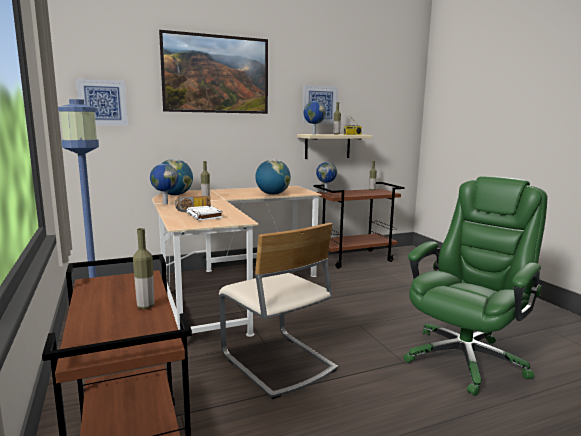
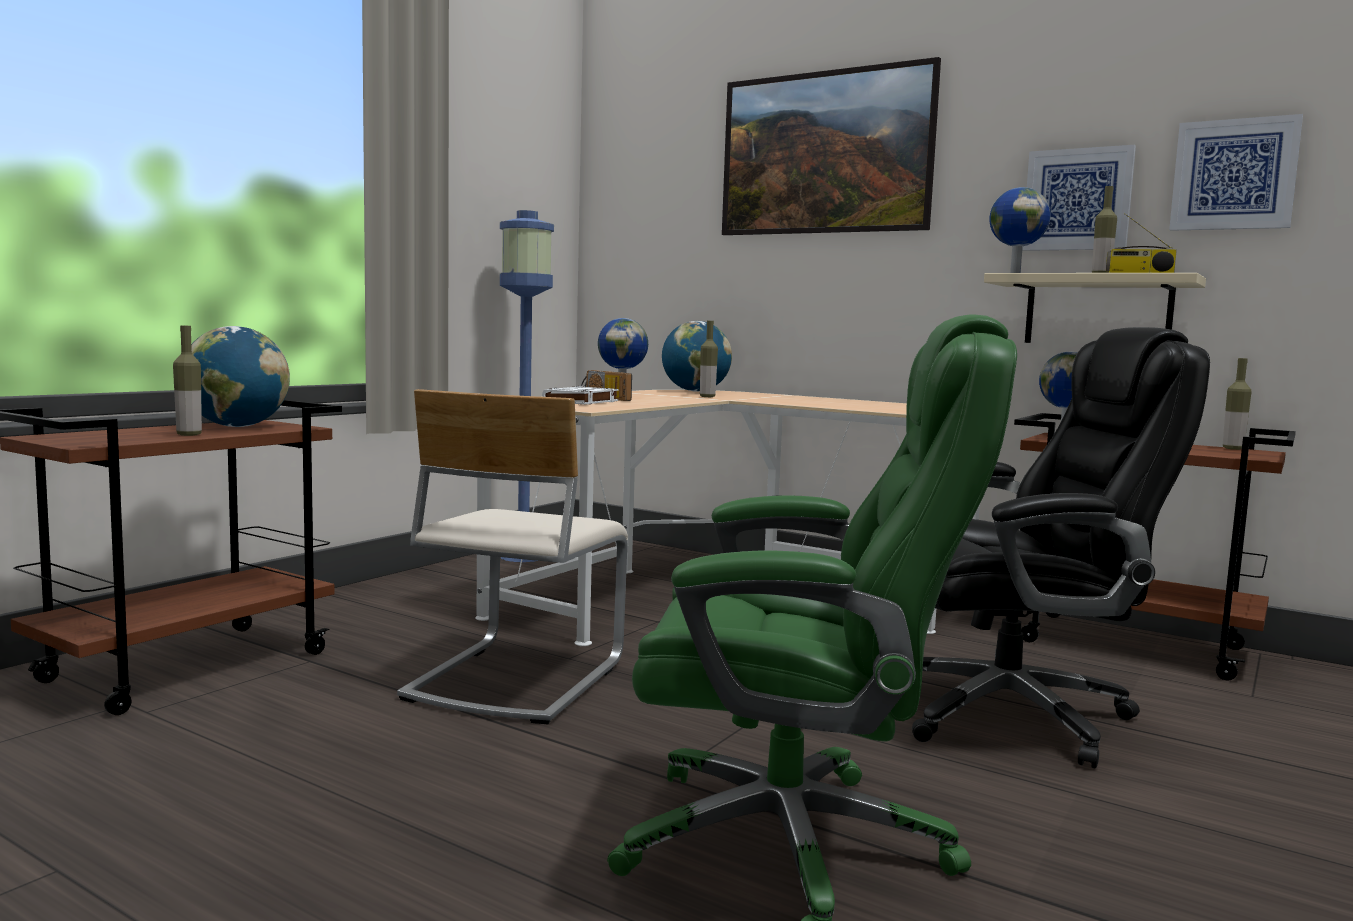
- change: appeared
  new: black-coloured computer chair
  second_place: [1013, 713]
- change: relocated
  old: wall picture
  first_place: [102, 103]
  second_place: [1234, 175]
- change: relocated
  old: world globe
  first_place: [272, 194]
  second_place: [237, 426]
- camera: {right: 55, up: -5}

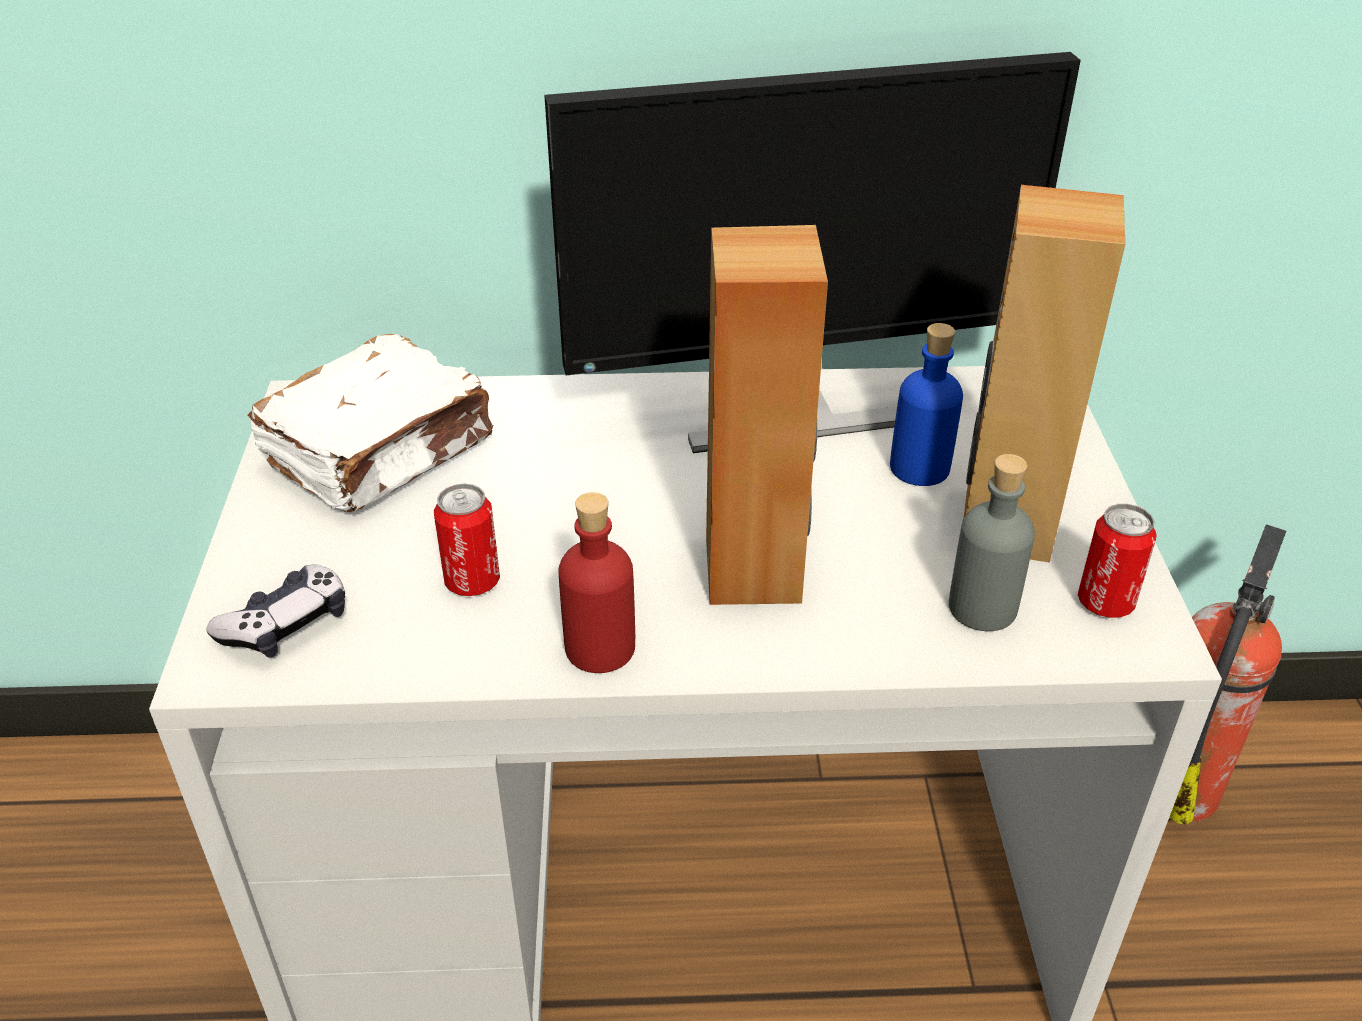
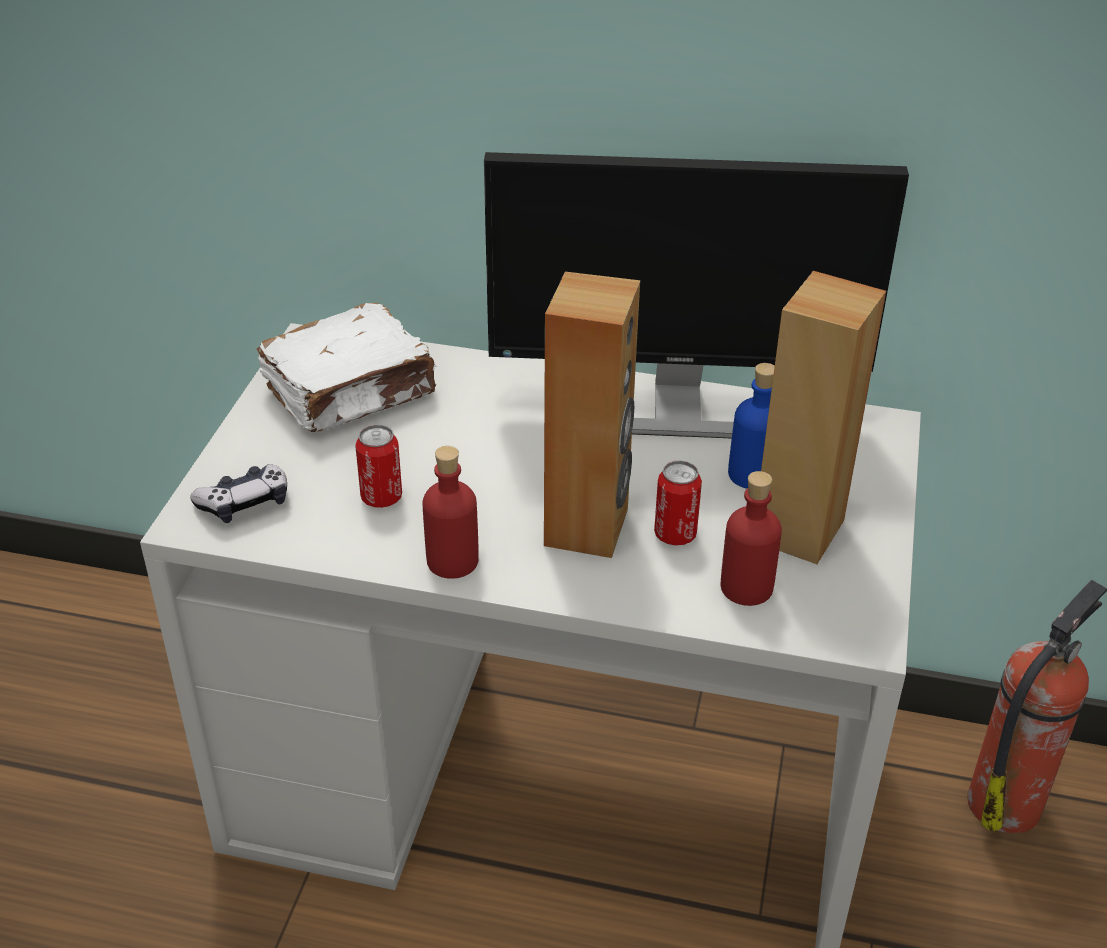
- change: relocated
  old: sealed can
  first_place: [1105, 602]
  second_place: [675, 534]
- change: colour
  old: greyish bottle
  new: reddish bottle
  first_place: [982, 608]
  second_place: [746, 587]
- camera: {right: 15, up: 0}

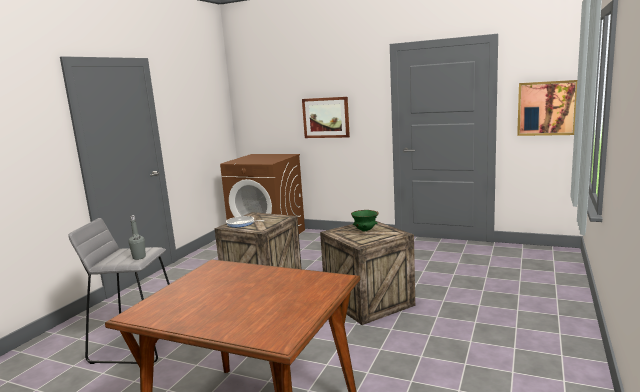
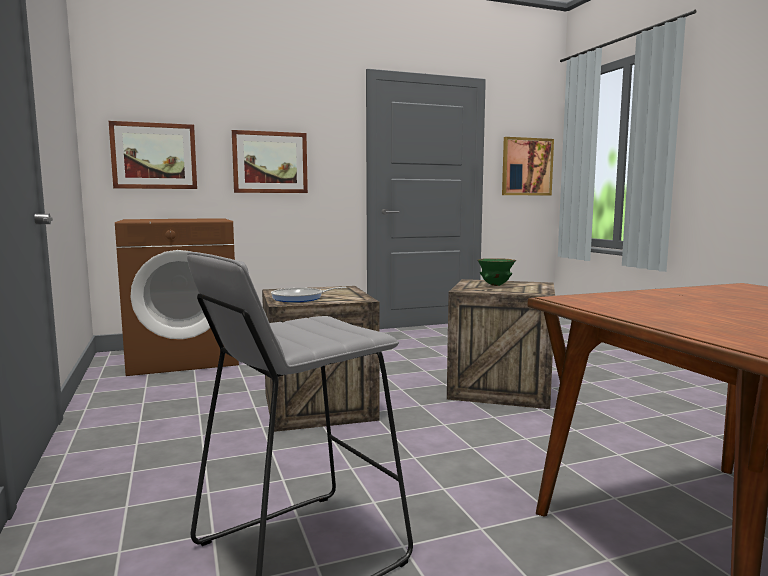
- change: missing
  old: greyish bottle
  first_place: [139, 257]
- change: appeared
  new: wall picture
  second_place: [154, 156]
- camera: {right: -45, up: -5}

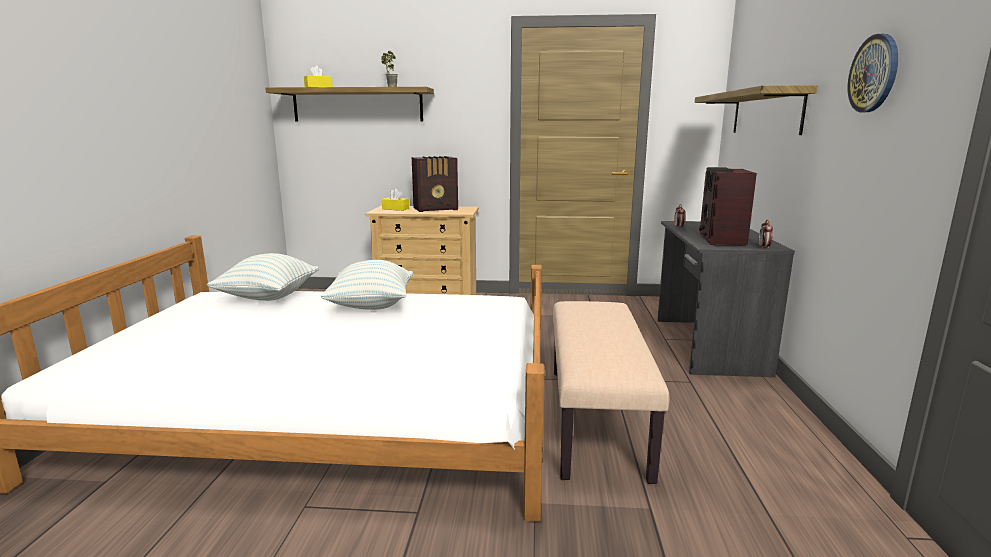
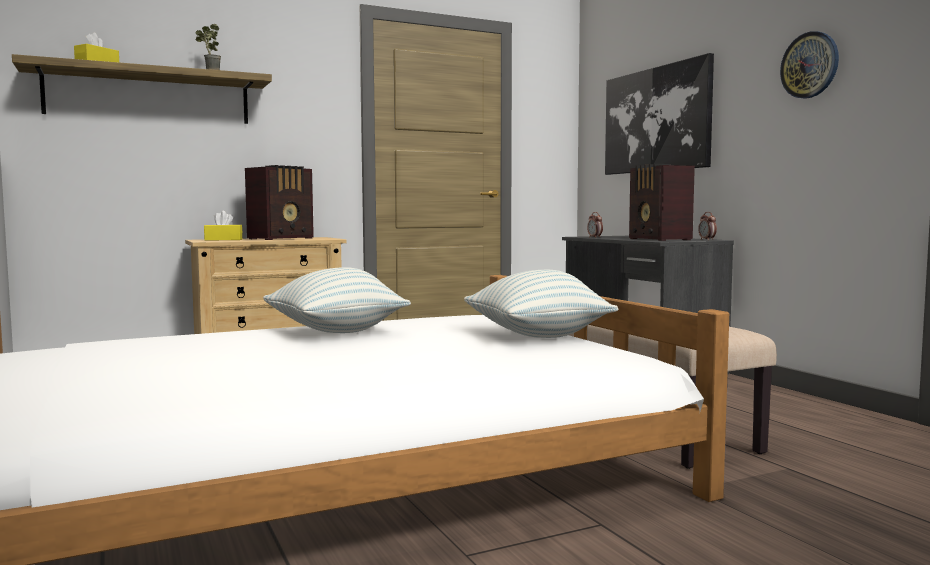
- change: relocated
  old: cushion
  first_place: [268, 297]
  second_place: [537, 336]
- change: exchanged
  old: wall shelf
  new: wall picture
  first_place: [765, 113]
  second_place: [656, 120]
- camera: {right: -30, up: -10}

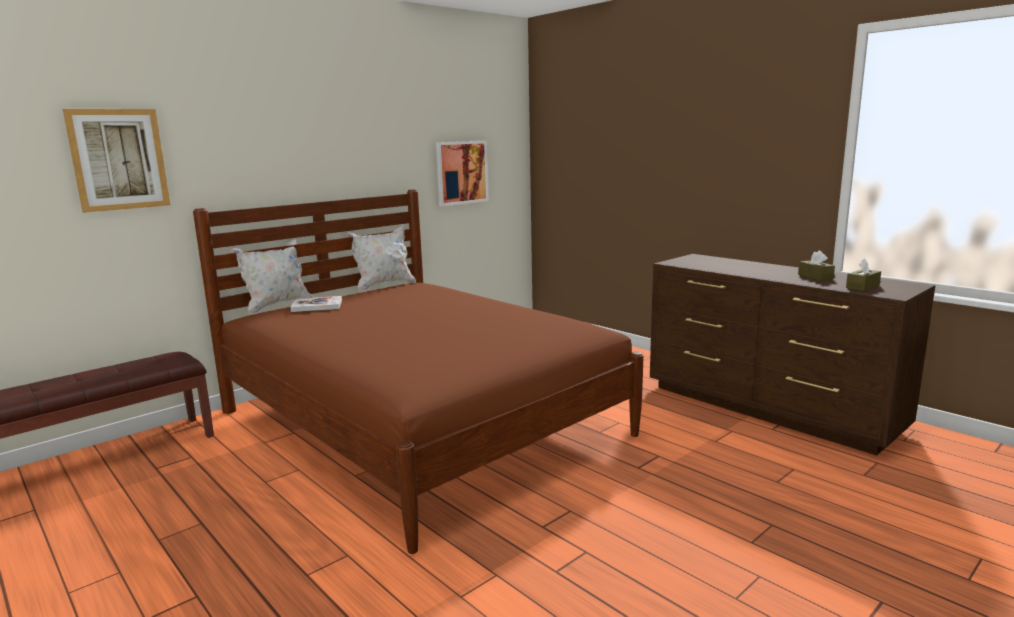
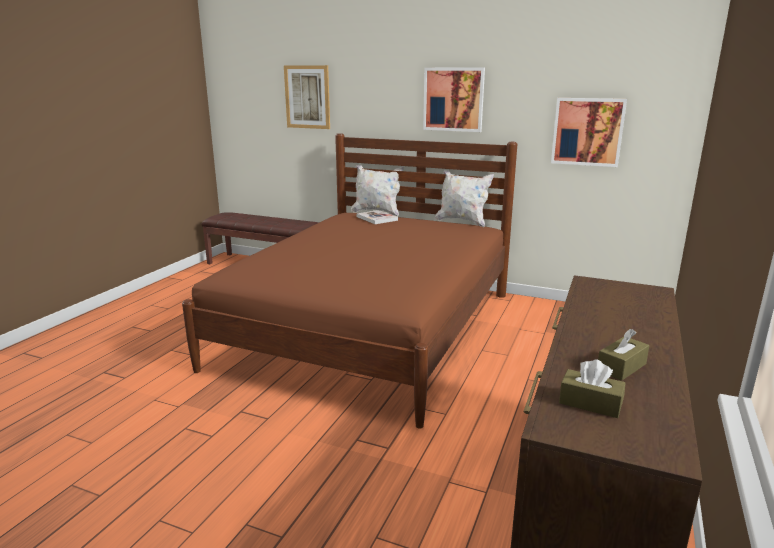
- change: appeared
  new: wall picture
  second_place: [453, 99]
- camera: {right: 65, up: 5}

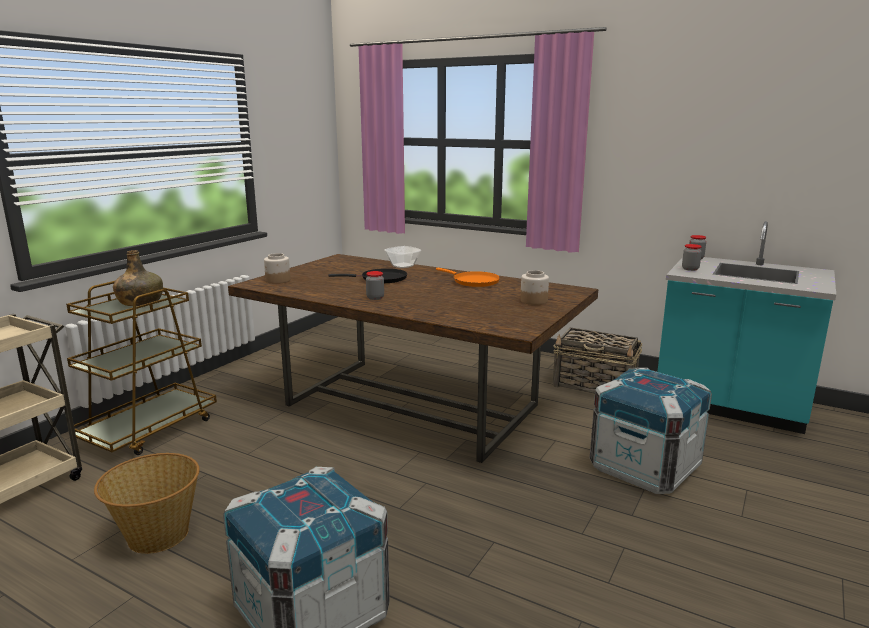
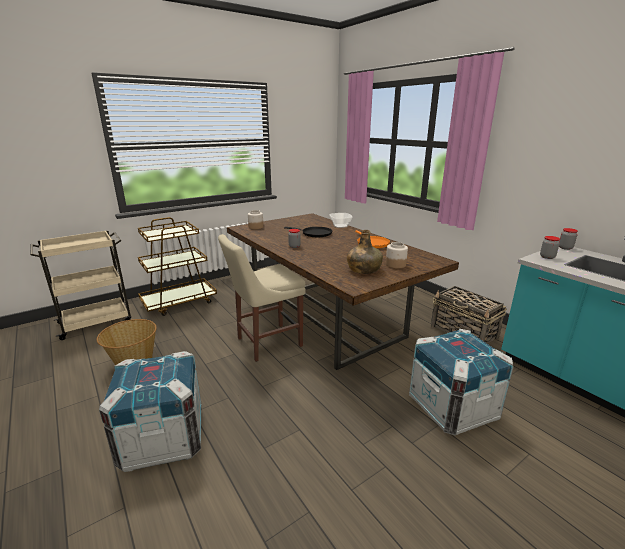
- change: appeared
  new: beige upright chair
  second_place: [266, 342]
- change: relocated
  old: green bottle
  first_place: [140, 302]
  second_place: [363, 270]
- camera: {right: 25, up: 5}

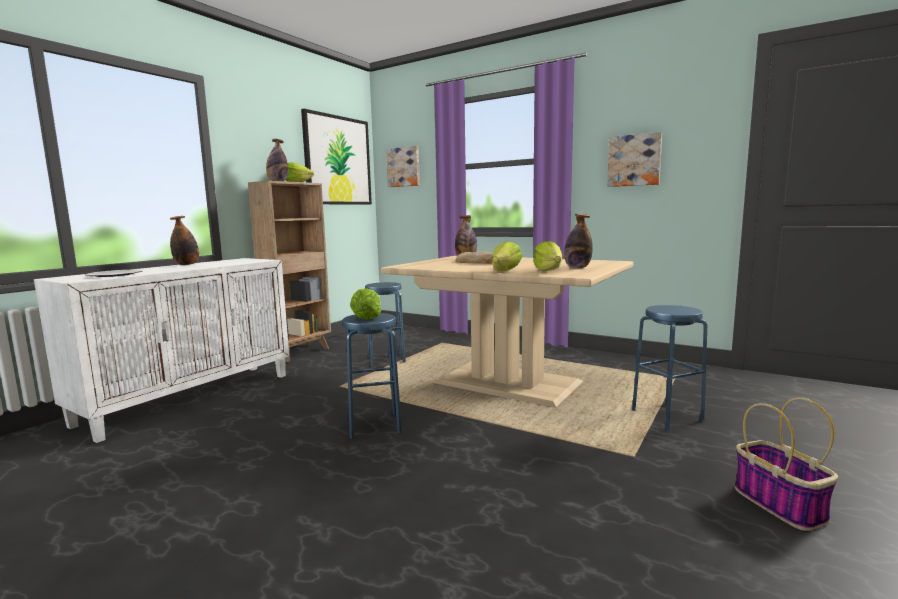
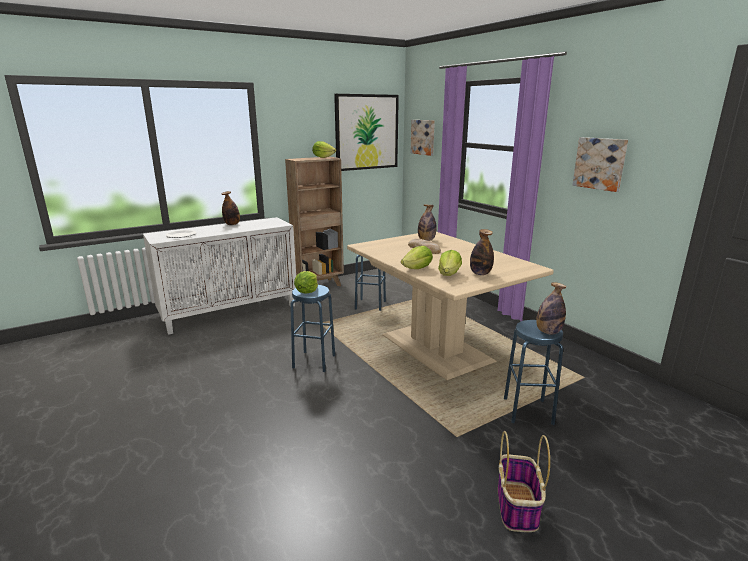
- change: relocated
  old: bottle
  first_place: [277, 181]
  second_place: [548, 332]
- camera: {right: 25, up: 10}

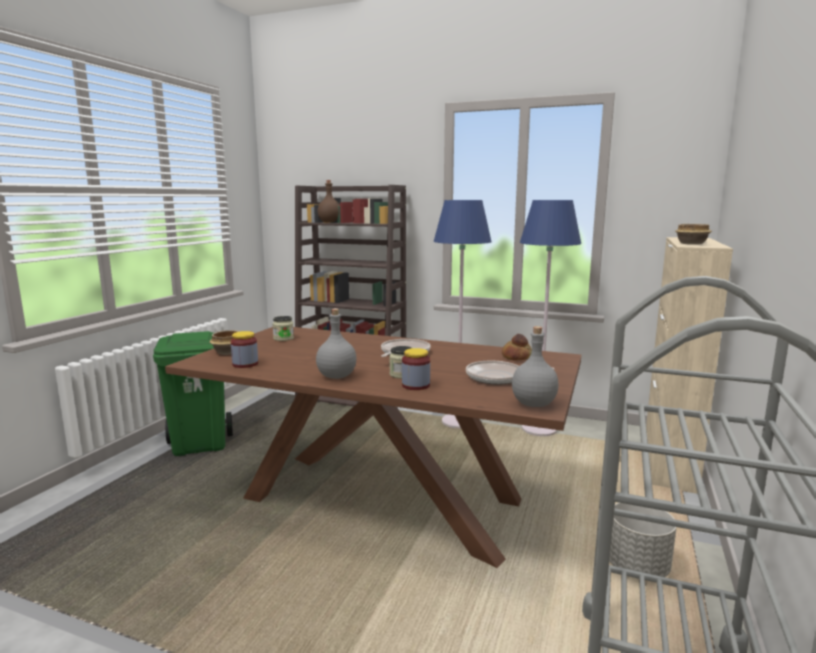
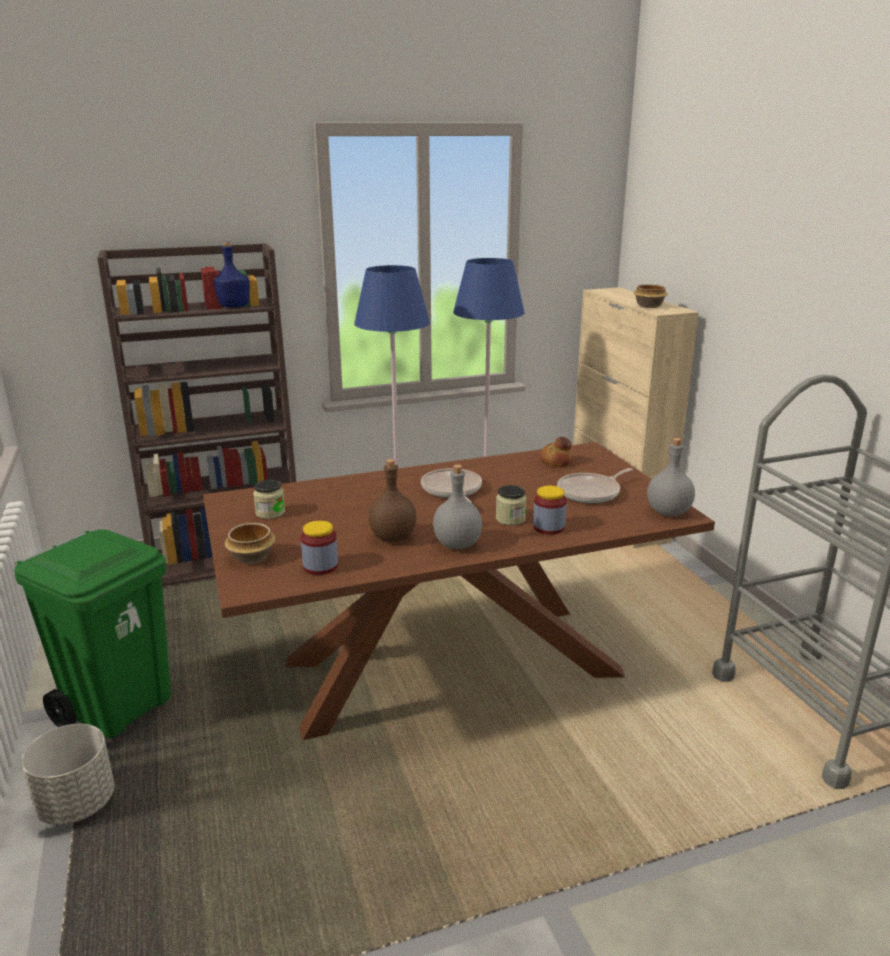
- change: appeared
  new: blue-coloured bottle
  second_place: [233, 306]
- change: relocated
  old: brown bottle
  first_place: [329, 222]
  second_place: [392, 537]
- change: relocated
  old: greyish flower pot
  first_place: [637, 568]
  second_place: [77, 804]
- camera: {right: -40, up: 10}

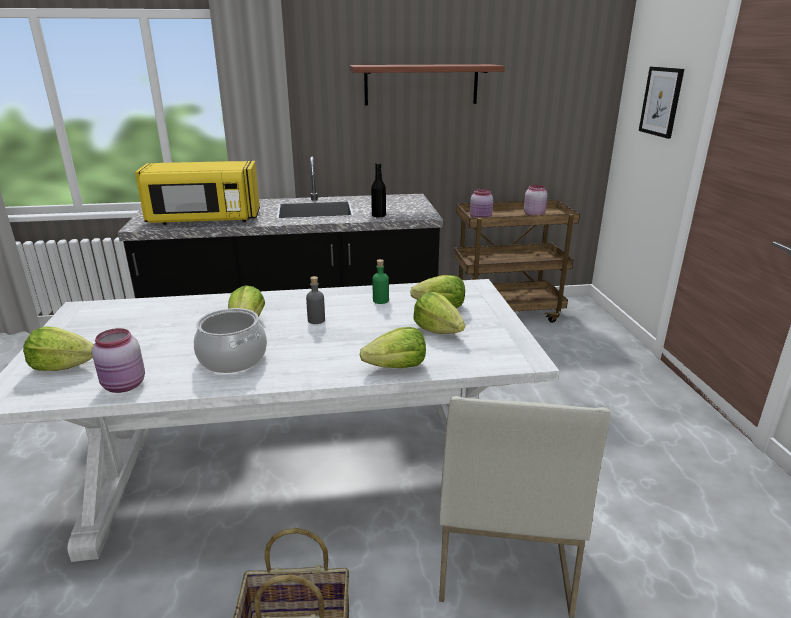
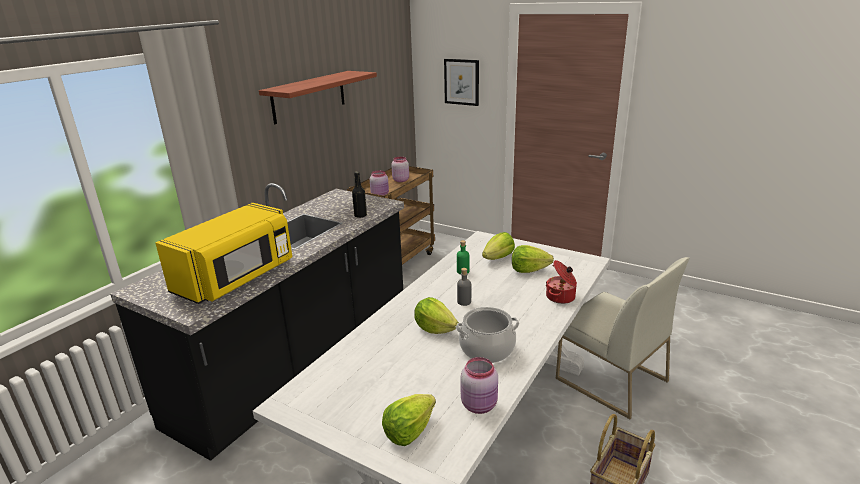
- change: exchanged
  old: lettuce head
  new: cooking pot
  first_place: [397, 367]
  second_place: [561, 297]
- camera: {right: -50, up: 0}

